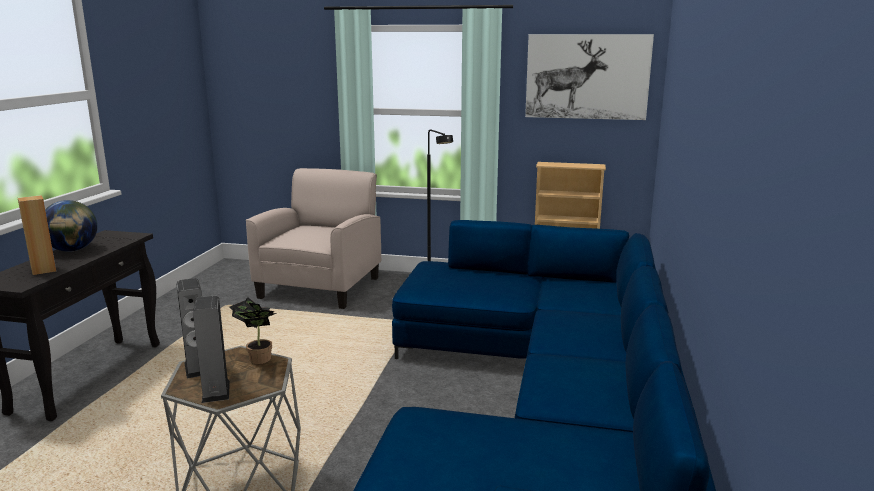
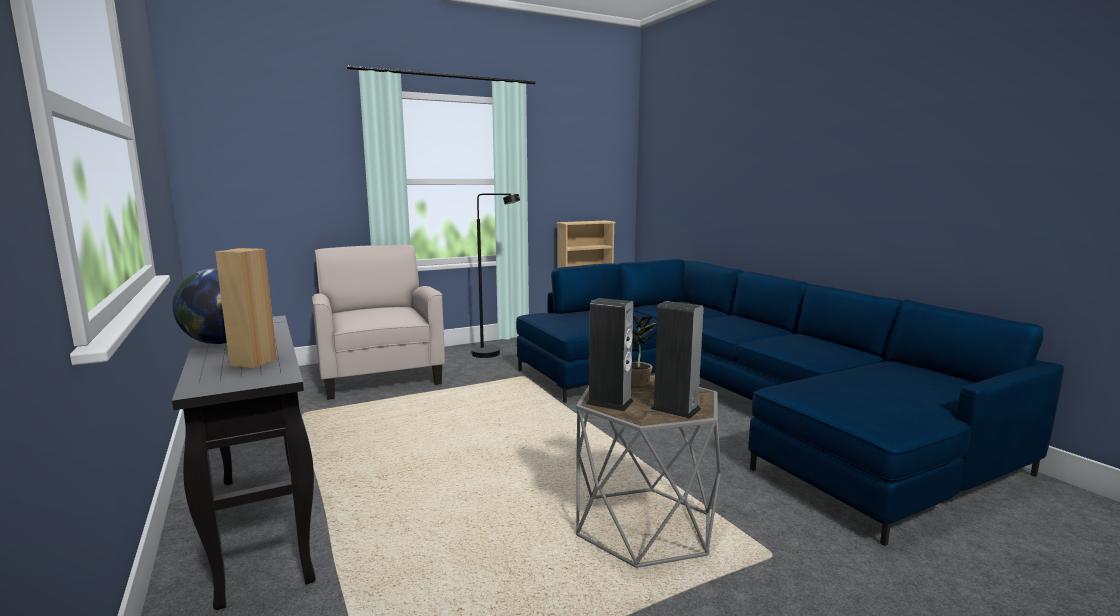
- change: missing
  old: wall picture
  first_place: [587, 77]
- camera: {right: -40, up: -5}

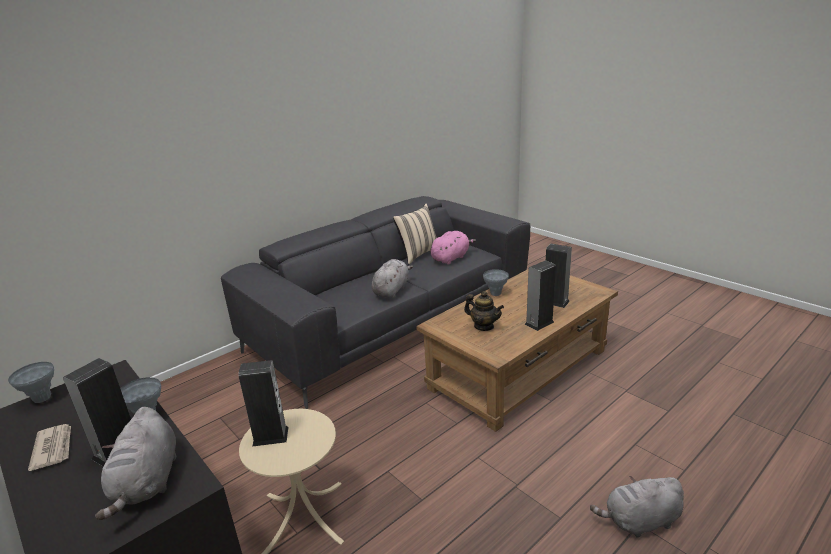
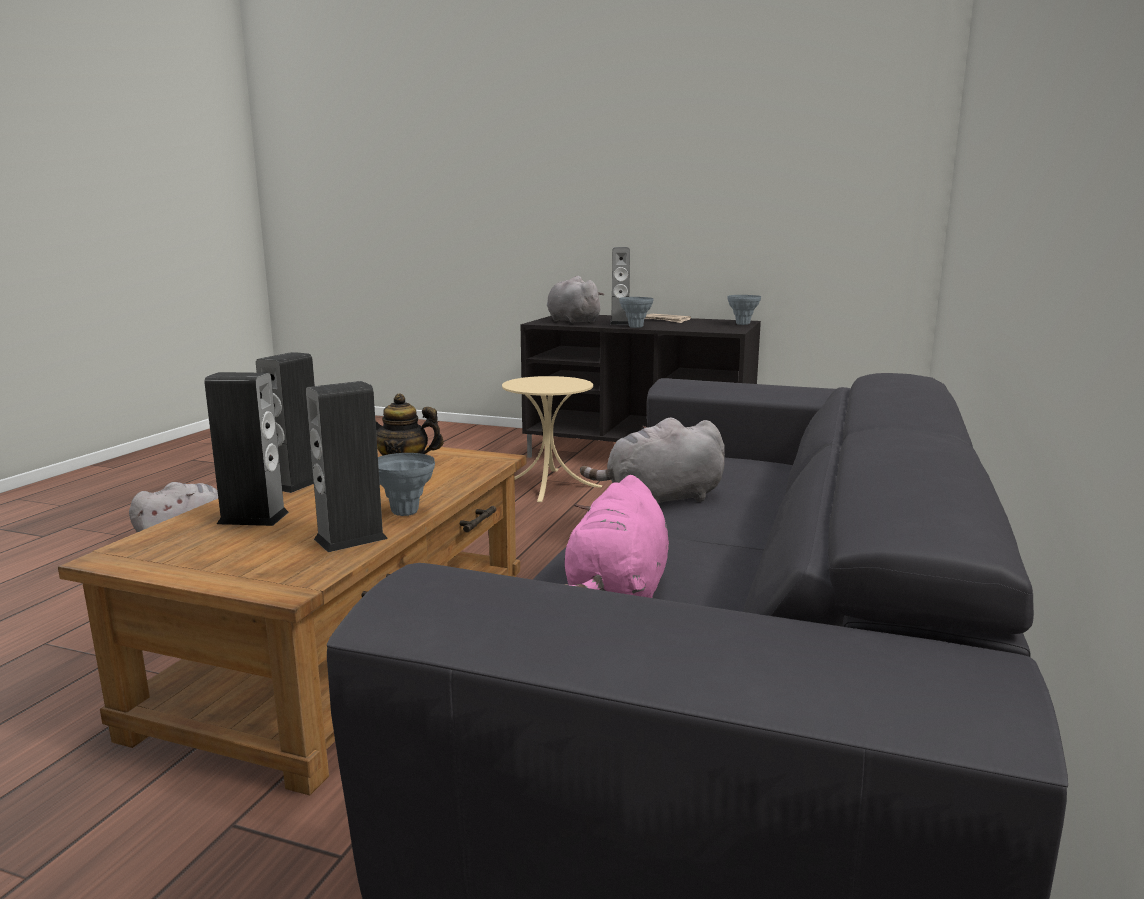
- change: missing
  old: beige cushion
  first_place: [418, 254]
- change: relocated
  old: loudspeaker
  first_place: [270, 436]
  second_place: [350, 539]
- change: spun
  old: greyish soft toy
  first_place: [391, 290]
  second_place: [660, 499]
  degrees: 75
- camera: {right: 150, up: -10}

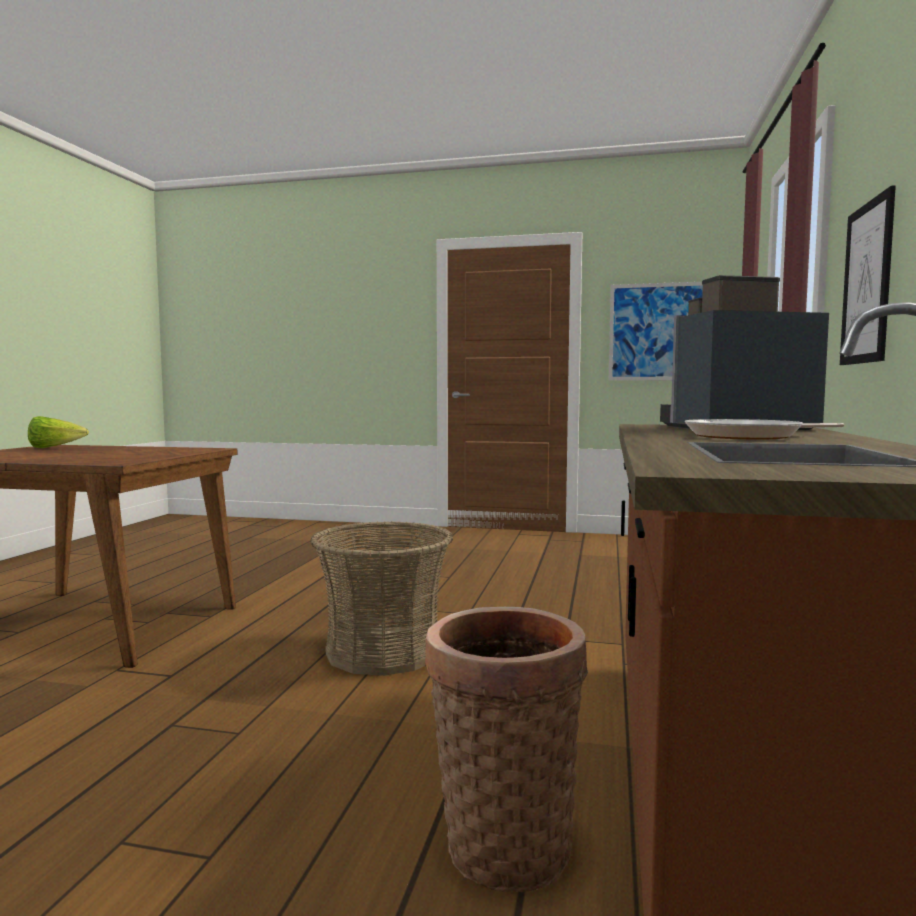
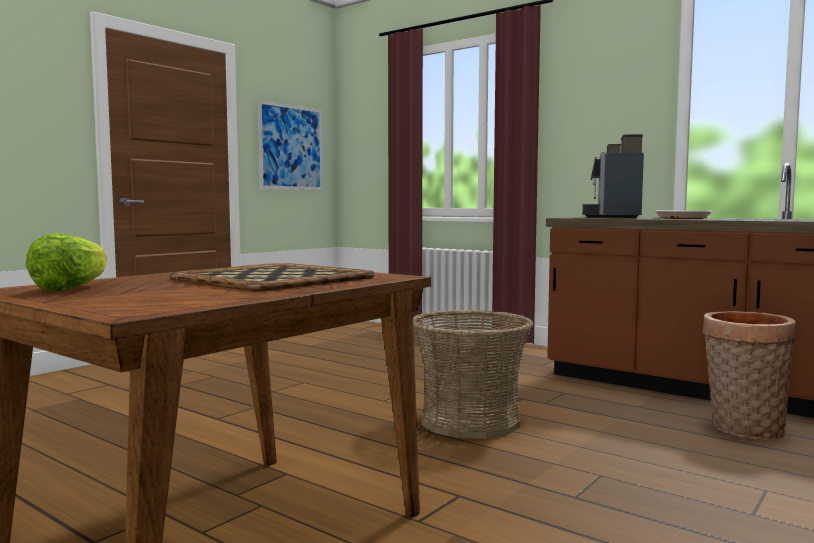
- change: missing
  old: wall picture
  first_place: [867, 283]
- change: appeared
  new: carrying tray
  second_place: [273, 278]
- camera: {right: -65, up: 0}

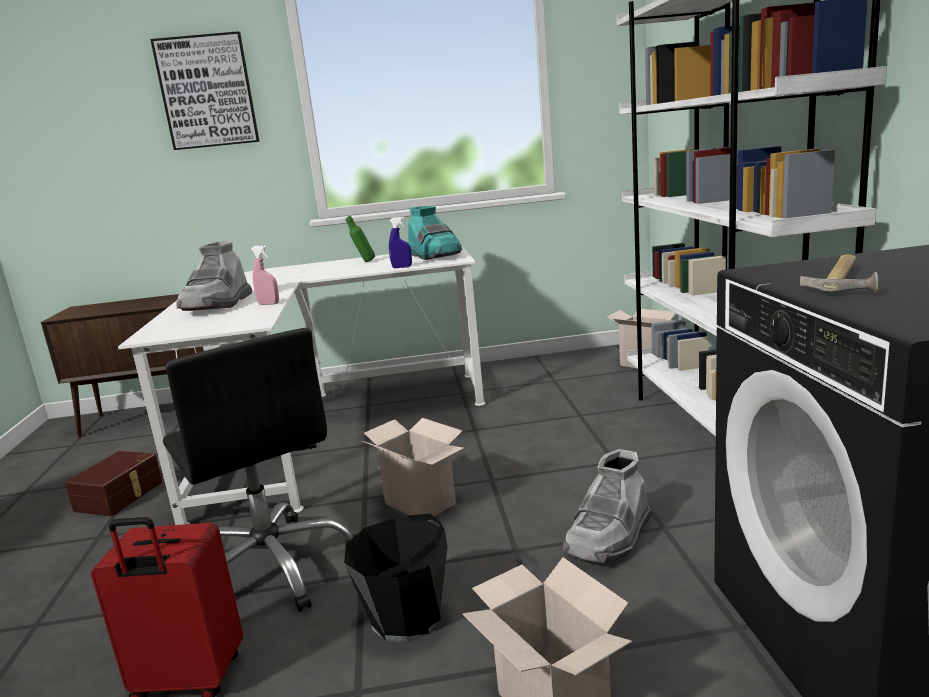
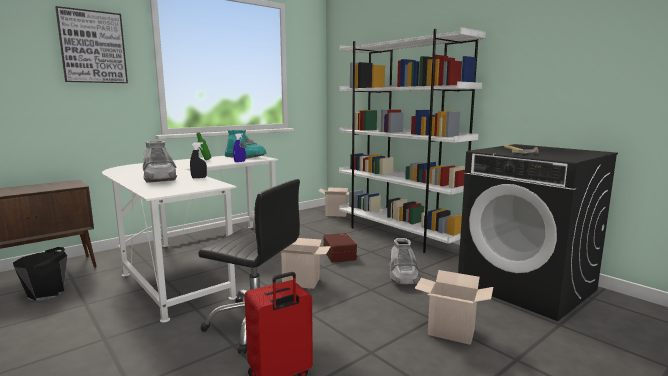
- change: relocated
  old: brown storage container
  first_place: [121, 496]
  second_place: [340, 254]
- change: relocated
  old: black-coloured pail
  first_place: [406, 618]
  second_place: [46, 293]
- change: colour
  old: pink sprayer
  new: black-coloured sprayer
  first_place: [269, 304]
  second_place: [199, 177]
- camera: {right: -35, up: -5}

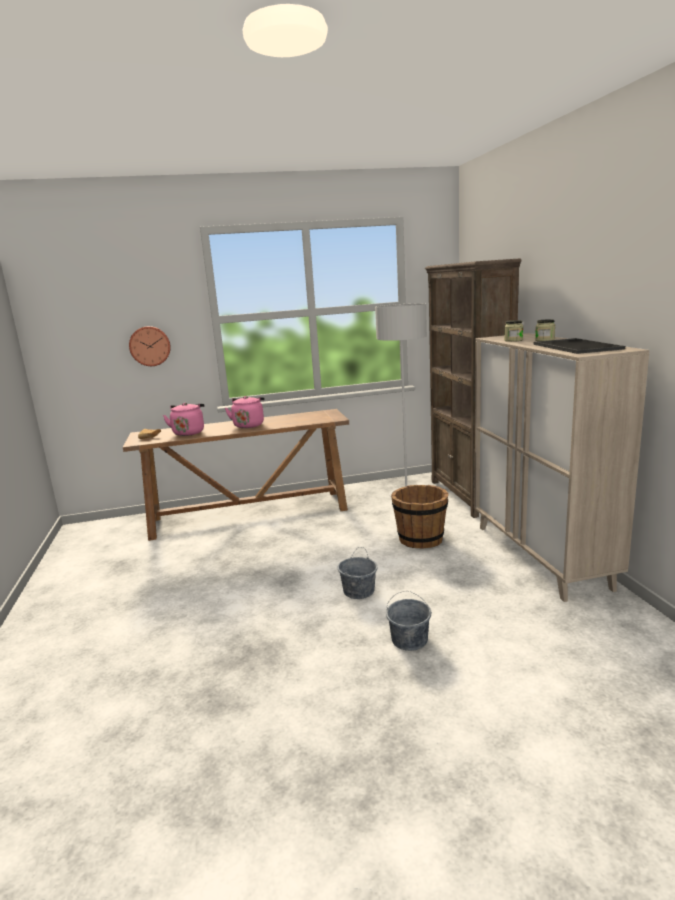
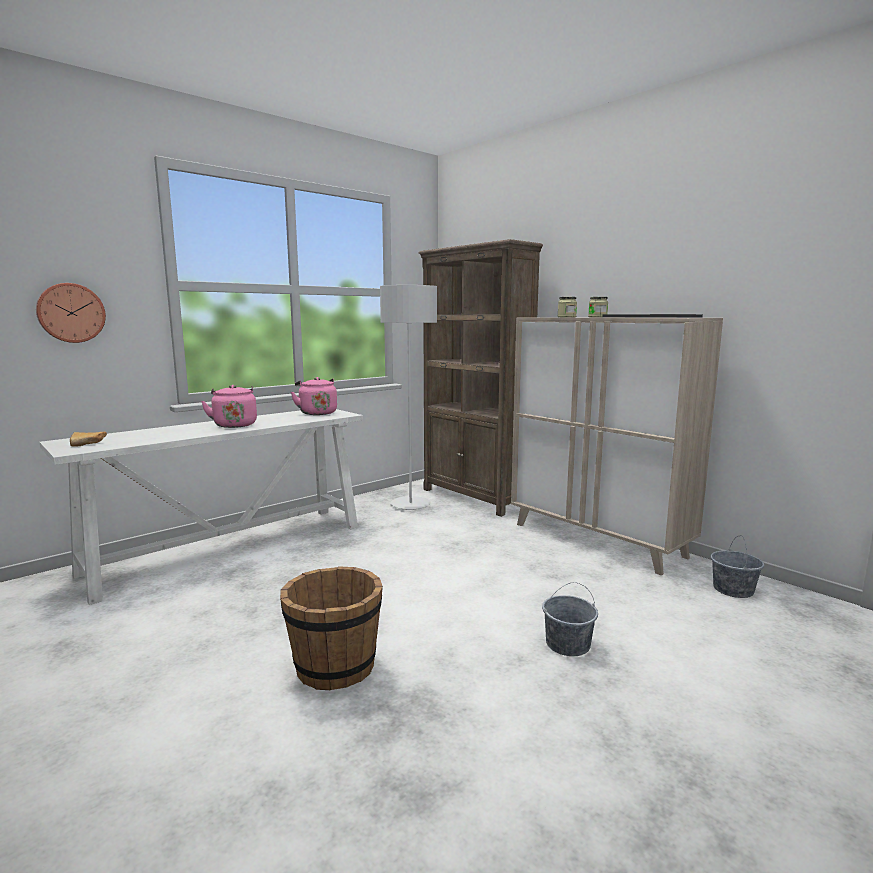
- change: relocated
  old: pink tea kettle
  first_place: [188, 432]
  second_place: [317, 413]
- change: relocated
  old: greyish pail
  first_place: [359, 591]
  second_place: [733, 589]
- change: relocated
  old: brown pail
  first_place: [420, 539]
  second_place: [335, 666]
- change: colour
  old: brown hall table
  new: white-coloured hall table
  first_place: [250, 514]
  second_place: [231, 549]
- camera: {right: -30, up: -5}

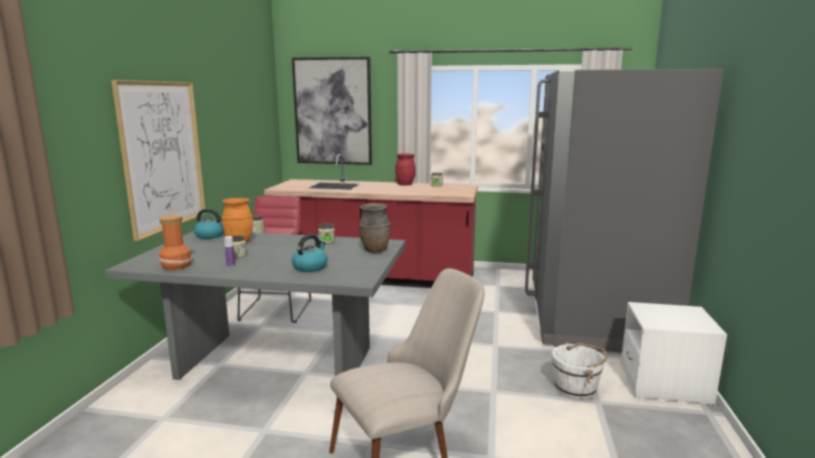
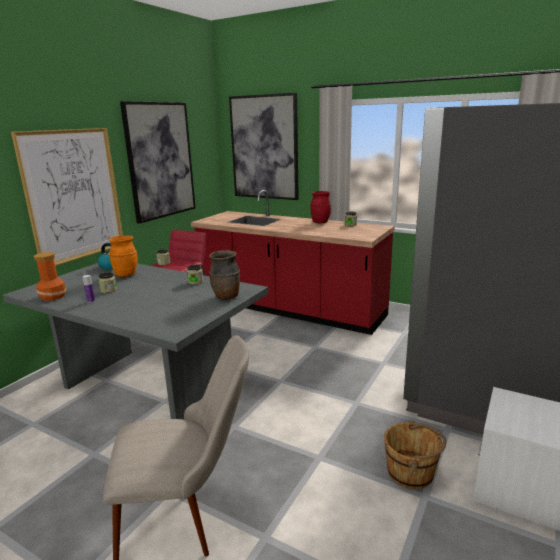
- change: missing
  old: tea kettle
  first_place: [310, 267]
- change: appeared
  new: wall picture
  second_place: [160, 160]
- change: colour
  old: white-coloured pail
  new: brown pail
  first_place: [576, 387]
  second_place: [411, 472]
- camera: {right: 20, up: 5}

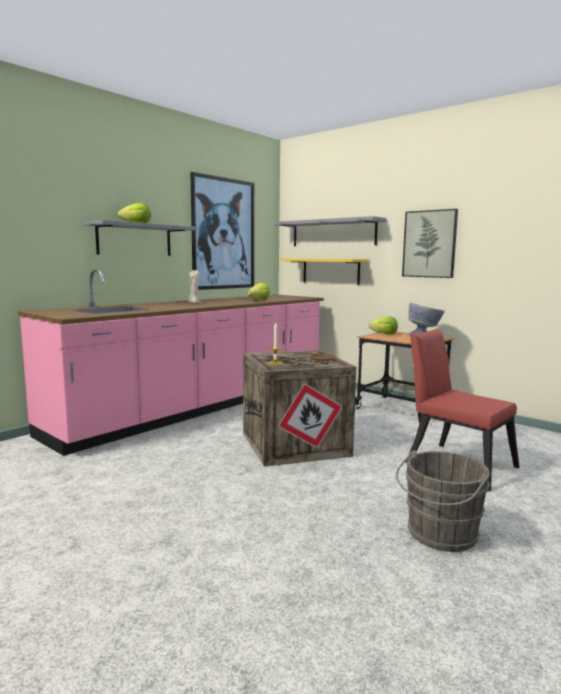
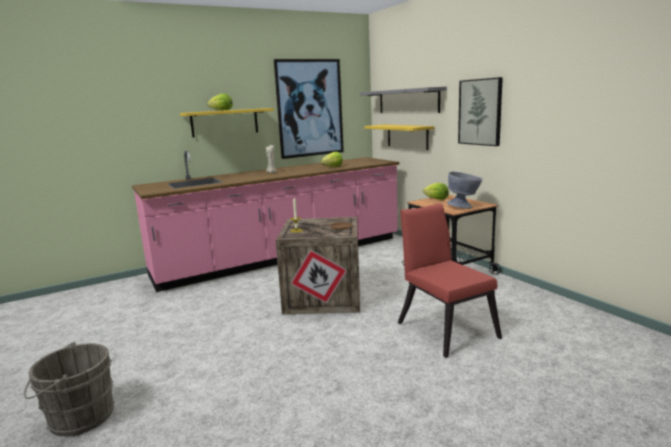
- change: relocated
  old: greyish pail
  first_place: [439, 535]
  second_place: [77, 418]
- change: colour
  old: greyish wall shelf
  new: yellowish wall shelf
  first_place: [134, 240]
  second_place: [224, 122]
- camera: {right: 20, up: 5}

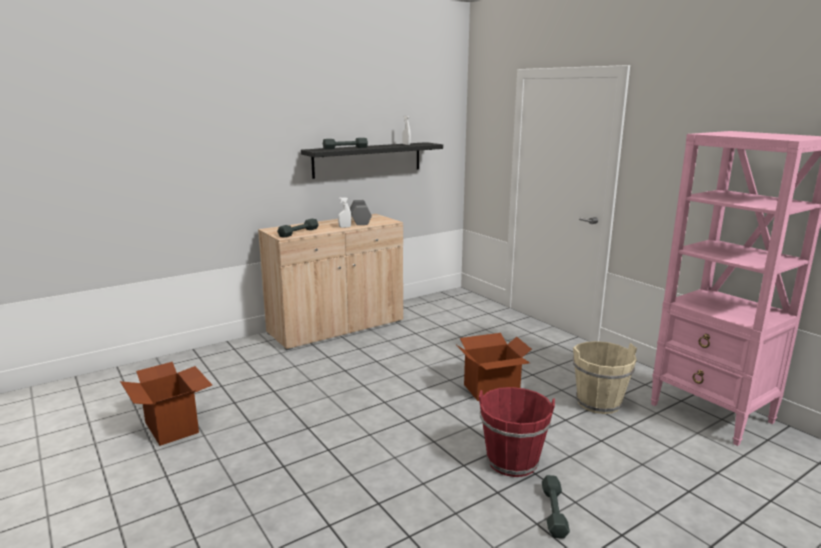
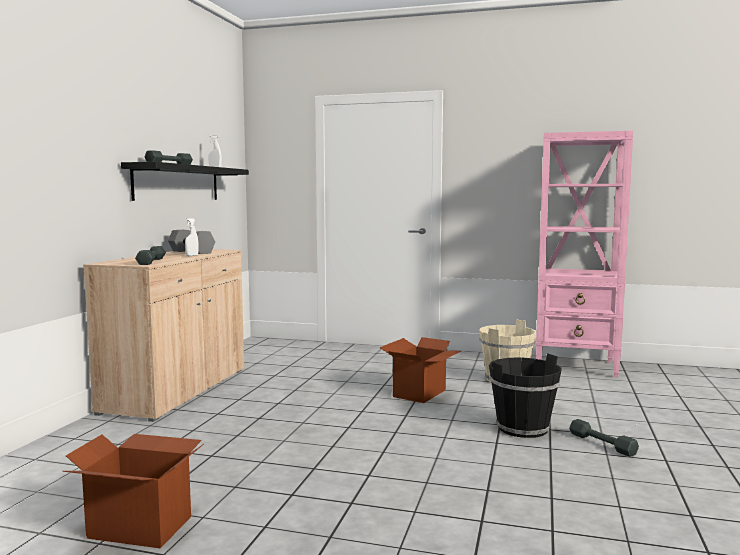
- change: colour
  old: reddish pail
  new: black-coloured pail
  first_place: [512, 461]
  second_place: [522, 428]
- camera: {right: -40, up: -10}

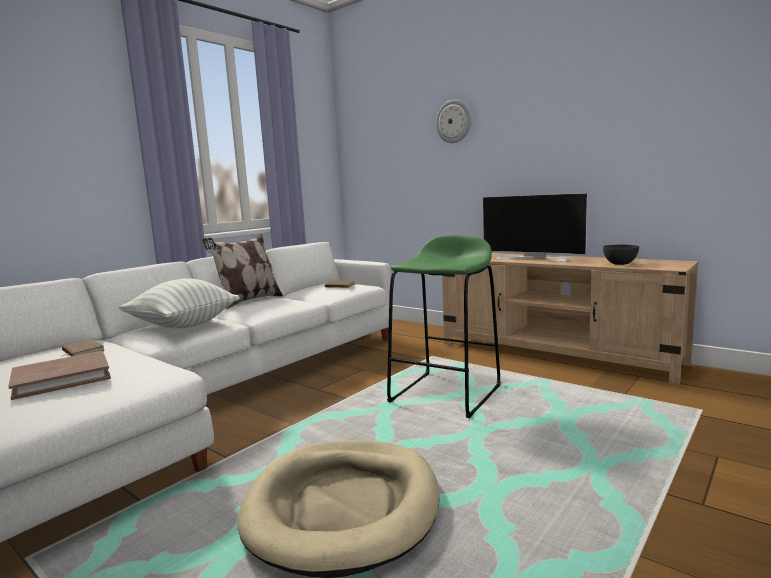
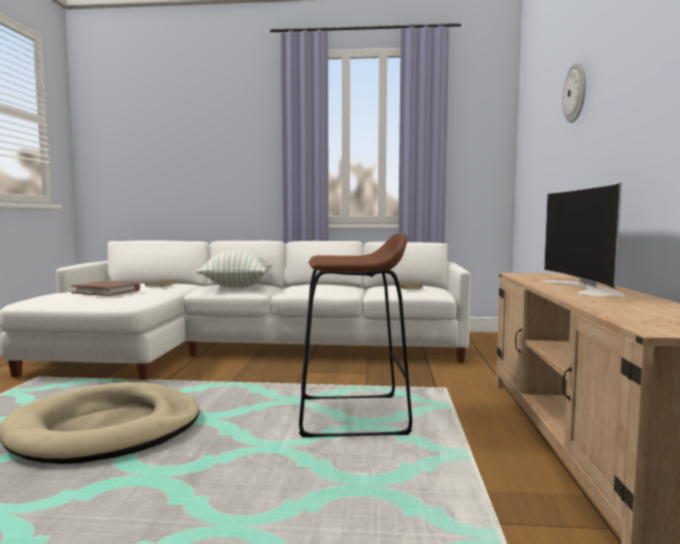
- change: missing
  old: cushion
  first_place: [248, 301]
- change: missing
  old: greyish deep dish
  first_place: [620, 264]
- change: colour
  old: green stool seat
  new: brown stool seat
  first_place: [446, 394]
  second_place: [352, 416]
- camera: {right: 55, up: -5}

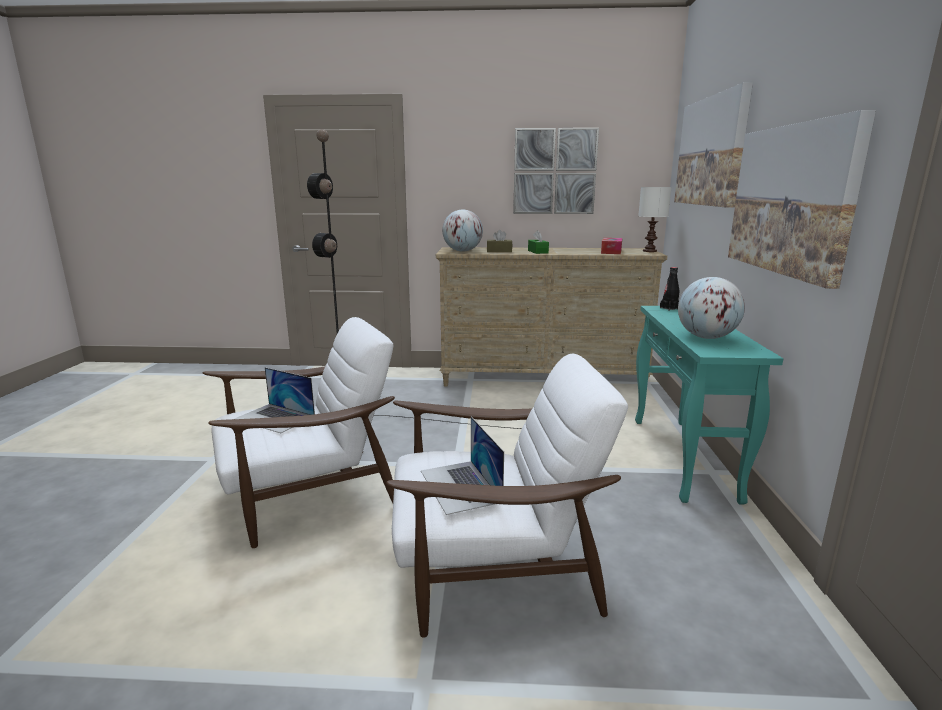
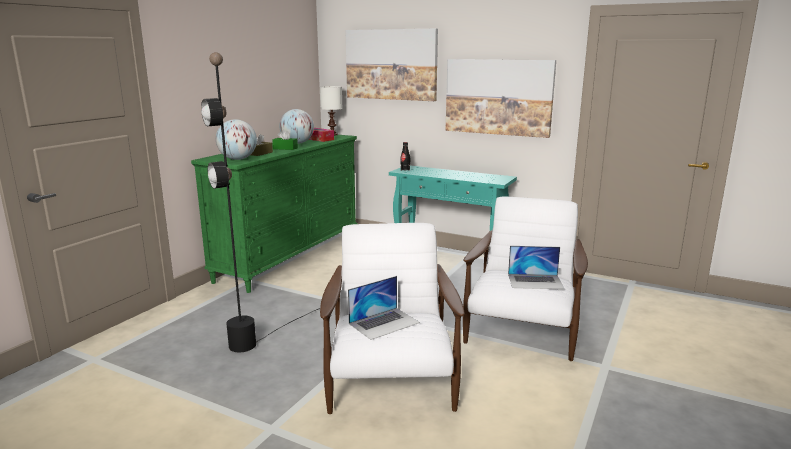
- change: missing
  old: wall picture
  first_place: [554, 171]
- change: relocated
  old: world globe
  first_place: [706, 337]
  second_place: [297, 143]
- change: colour
  old: beige dresser
  new: green dresser
  first_place: [543, 379]
  second_place: [291, 257]
- camera: {right: -65, up: 0}

